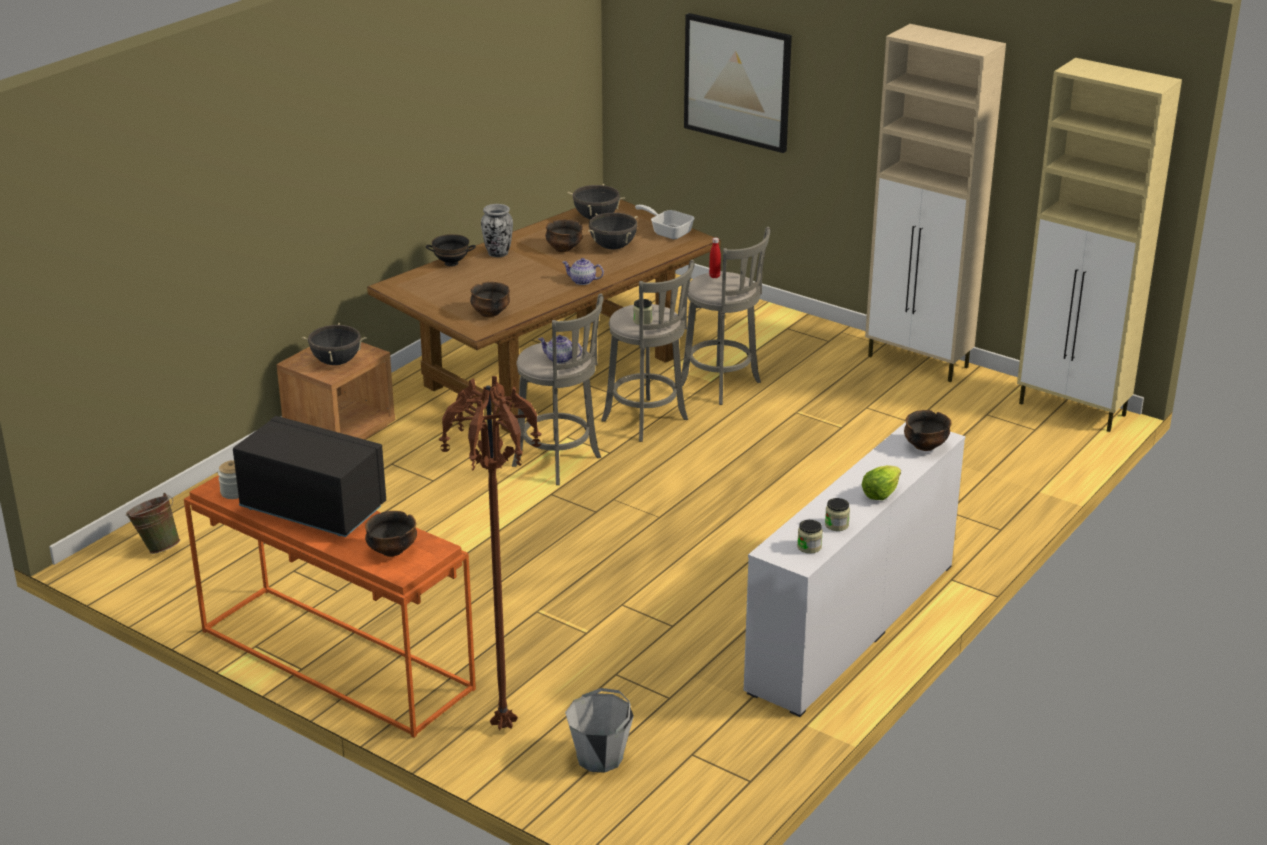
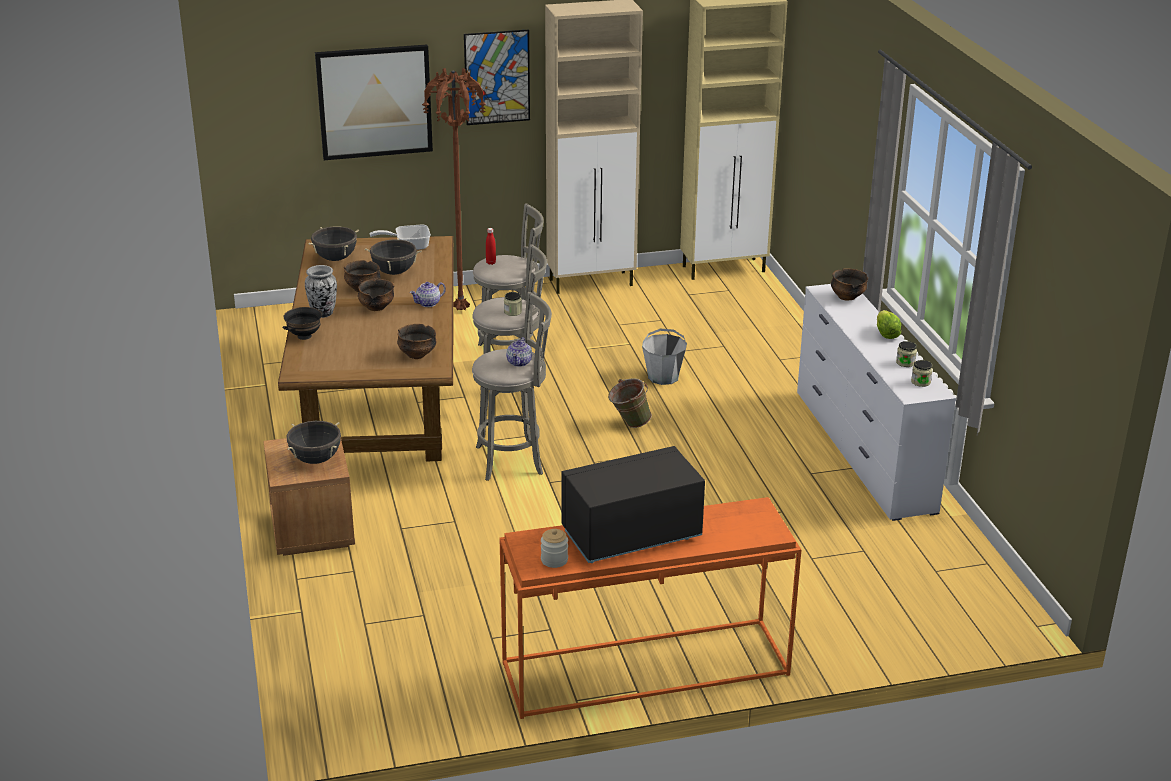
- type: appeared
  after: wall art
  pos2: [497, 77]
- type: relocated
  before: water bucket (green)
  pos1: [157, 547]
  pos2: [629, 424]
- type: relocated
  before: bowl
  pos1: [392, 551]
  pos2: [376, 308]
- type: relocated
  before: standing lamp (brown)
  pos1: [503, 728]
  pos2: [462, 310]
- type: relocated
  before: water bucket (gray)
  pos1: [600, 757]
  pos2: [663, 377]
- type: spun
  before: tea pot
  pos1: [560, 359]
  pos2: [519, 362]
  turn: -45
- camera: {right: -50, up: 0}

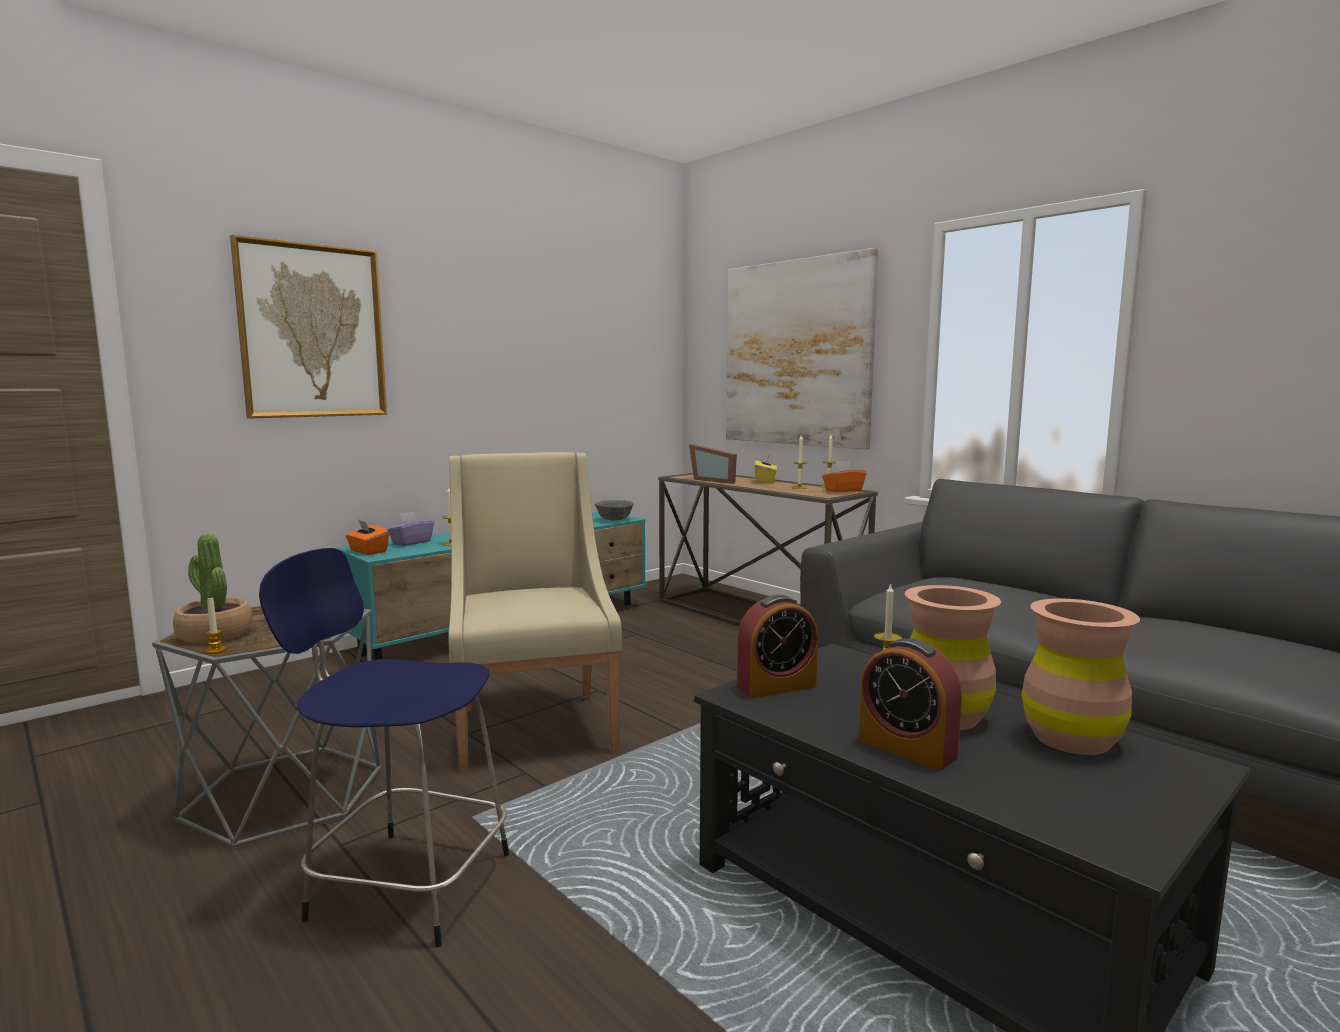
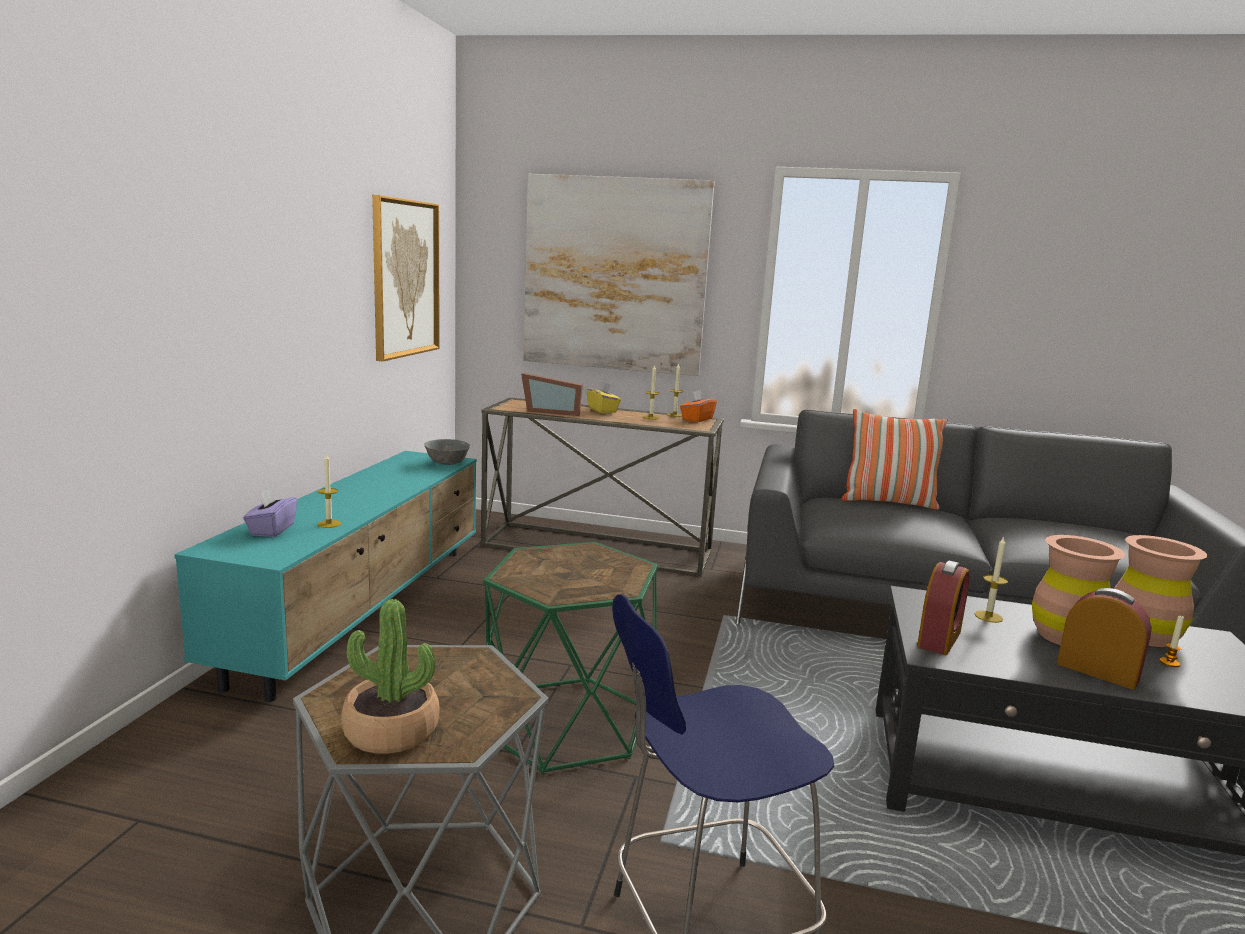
- type: missing
  before: tissue holder (orange-coloured)
  pos1: [368, 551]
- type: appeared
  after: cushion
  pos2: [888, 502]
- type: relocated
  before: wax light
  pos1: [215, 650]
  pos2: [1169, 663]
- type: relocated
  before: wall art
  pos1: [312, 331]
  pos2: [405, 278]
- type: exchanged
  before: lounge chair (beige)
  after: side table (green)
  pos1: [533, 726]
  pos2: [568, 723]
- type: spun
  before: alarm clock
  pos1: [906, 748]
  pos2: [1097, 671]
  turn: -150
- camera: {right: -35, up: 5}

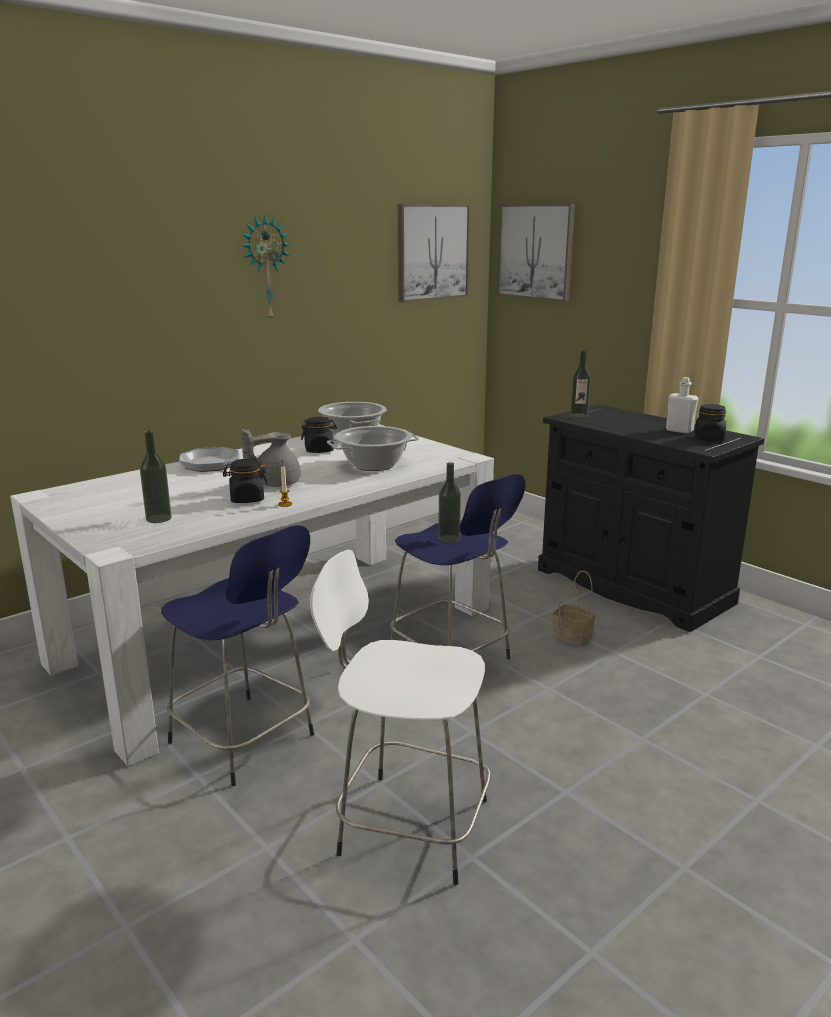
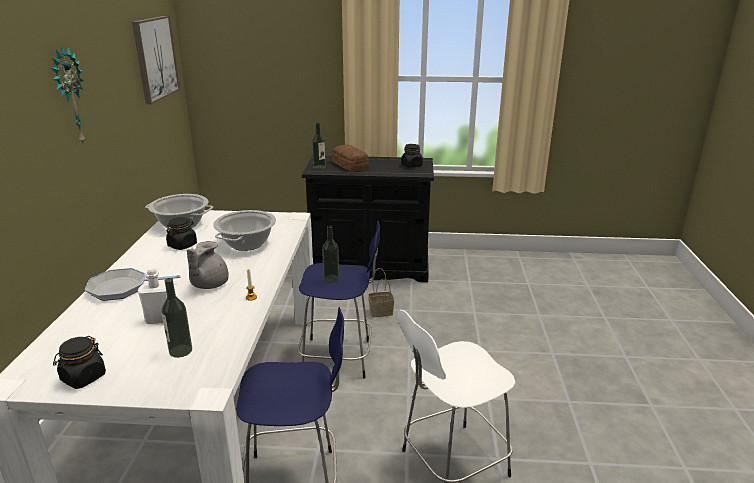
- type: missing
  before: wall art
  pos1: [536, 251]
- type: appeared
  after: bakery bread
  pos2: [349, 165]
- type: relocated
  before: jar (blackish)
  pos1: [247, 499]
  pos2: [83, 378]
- type: relocated
  before: bottle (white-coloured)
  pos1: [679, 430]
  pos2: [160, 319]
- camera: {right: -45, up: 5}

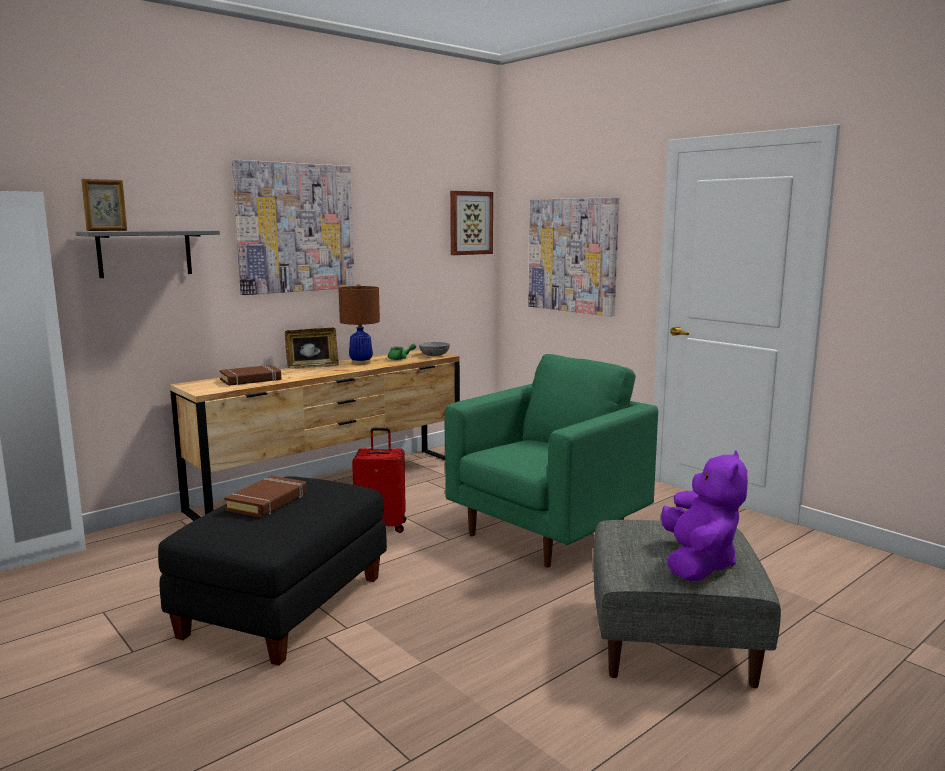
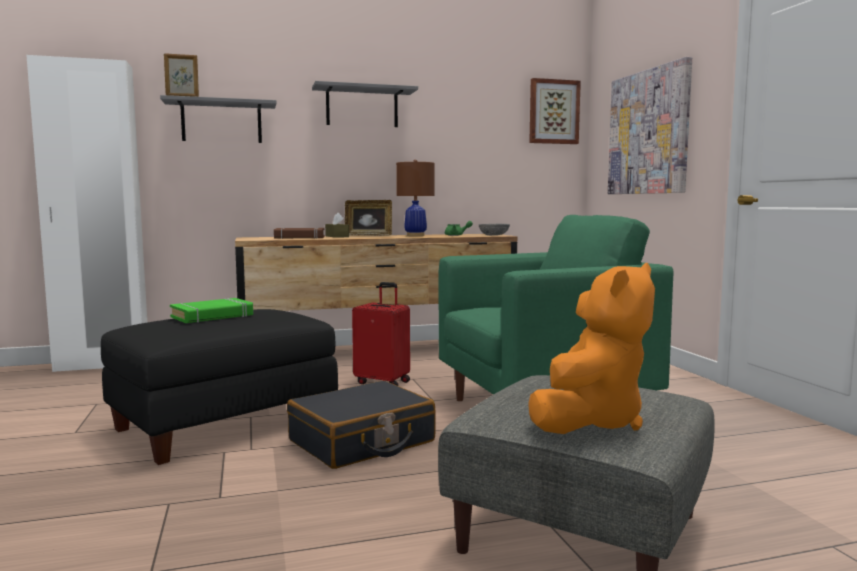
- type: appeared
  after: suitcase (blackish)
  pos2: [362, 442]
- type: appeared
  after: tissue holder (brown)
  pos2: [337, 236]
- type: exchanged
  before: wall art
  after: shelf (gray)
  pos1: [295, 228]
  pos2: [362, 107]
- type: colour
  before: volume (brown)
  after: volume (green)
  pos1: [267, 502]
  pos2: [212, 316]
- type: colour
  before: soft toy (purple)
  after: soft toy (orange-coloured)
  pos1: [697, 563]
  pos2: [589, 420]
- camera: {right: 25, up: -5}

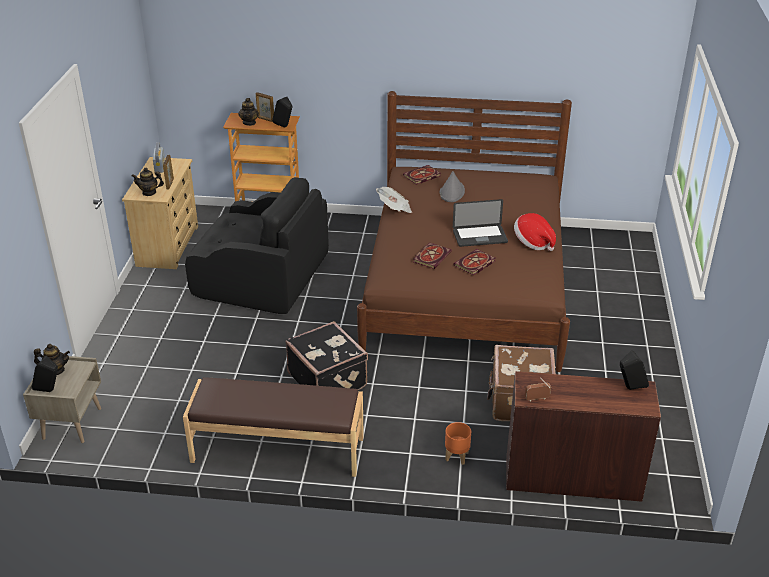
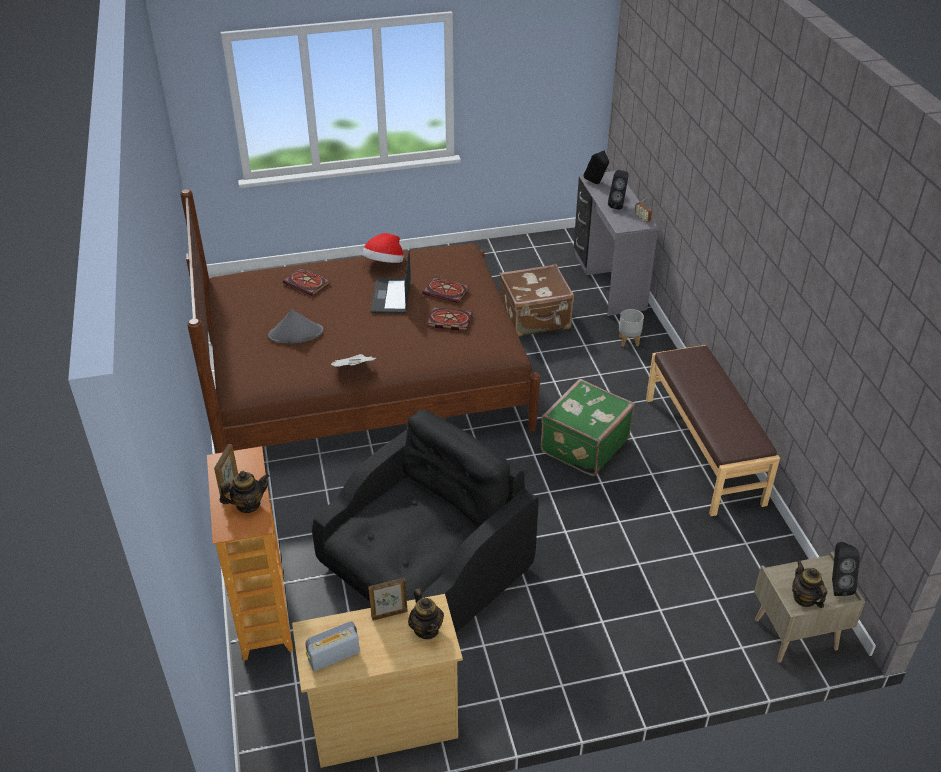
- type: relocated
  before: audio speaker (blackish)
  pos1: [284, 127]
  pos2: [618, 205]
- type: relocated
  before: volume
  pos1: [421, 176]
  pos2: [308, 283]
- type: colour
  before: suitcase (blackish)
  after: suitcase (green)
  pos1: [328, 379]
  pos2: [583, 445]
- type: colour
  before: flower pot (orange-coloured)
  after: flower pot (gray)
  pos1: [457, 456]
  pos2: [628, 340]
- type: colour
  before: desk (brown)
  after: desk (gray)
  pos1: [572, 476]
  pos2: [607, 282]
- type: spun
  before: lounge chair (blackish)
  pos1: [259, 278]
  pos2: [424, 570]
  turn: 45
- type: spun
  before: laptop
  pos1: [480, 237]
  pos2: [391, 297]
  turn: -150
- camera: {right: -110, up: 5}

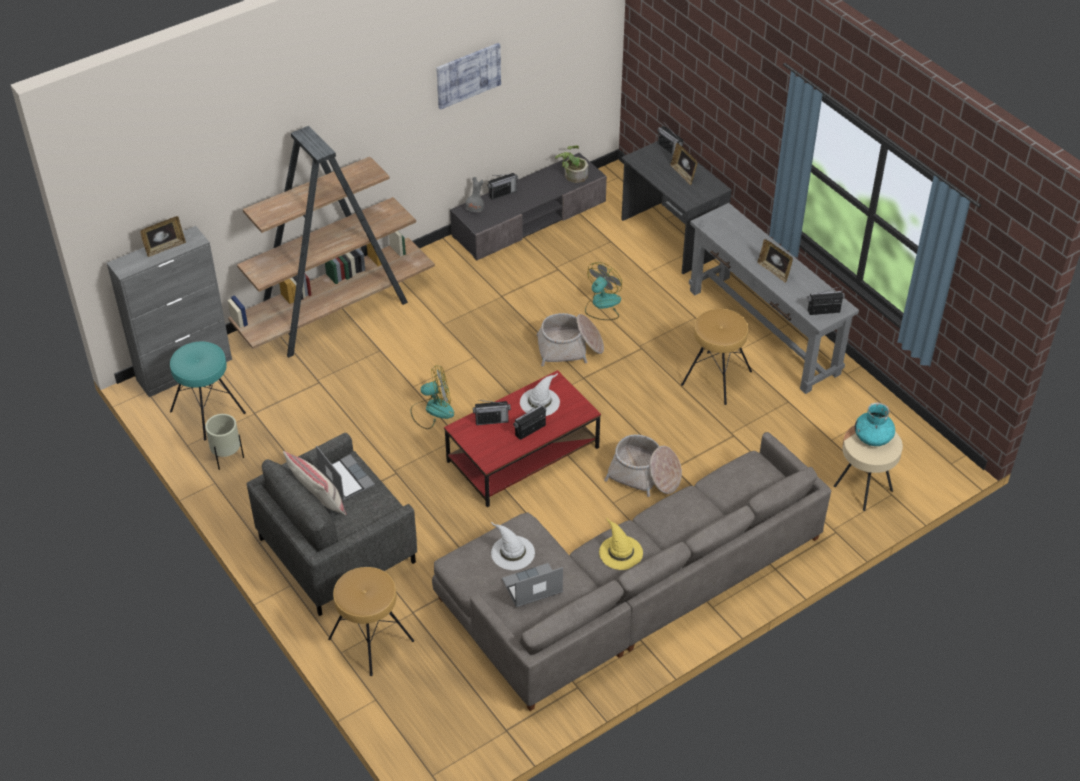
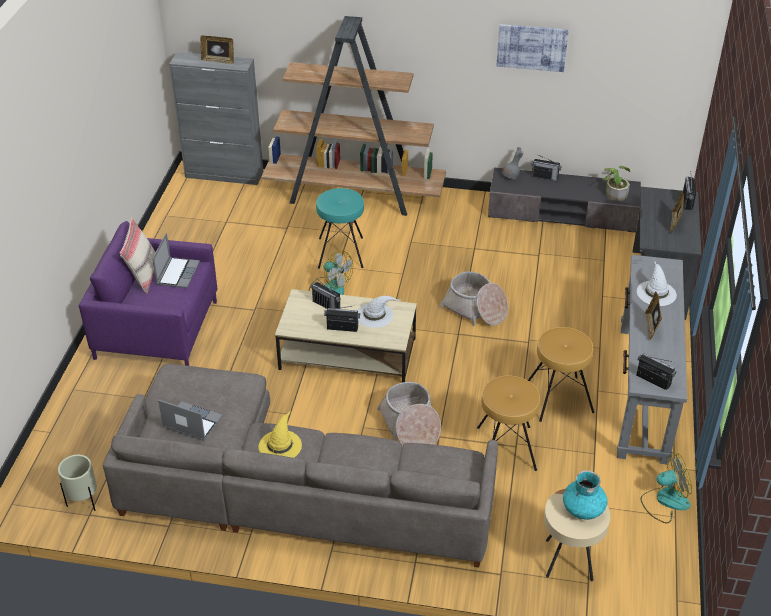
- type: relocated
  before: stool seat (turquoise-coloured)
  pos1: [208, 411]
  pos2: [341, 252]
- type: relocated
  before: flower pot (beige)
  pos1: [227, 458]
  pos2: [83, 502]
- type: relocated
  before: stool seat (brown)
  pos1: [370, 640]
  pos2: [505, 448]
- type: relocated
  before: wearable hat (white-coloured)
  pos1: [512, 552]
  pos2: [656, 292]
- type: relocated
  before: cooling fan
  pos1: [602, 305]
  pos2: [664, 501]
- type: colour
  before: lounge chair (gray)
  after: lounge chair (purple)
  pos1: [336, 550]
  pos2: [157, 329]
- type: colour
  before: coffee table (reddish)
  after: coffee table (beige)
  pos1: [522, 455]
  pos2: [346, 354]
- camera: {right: 45, up: -5}

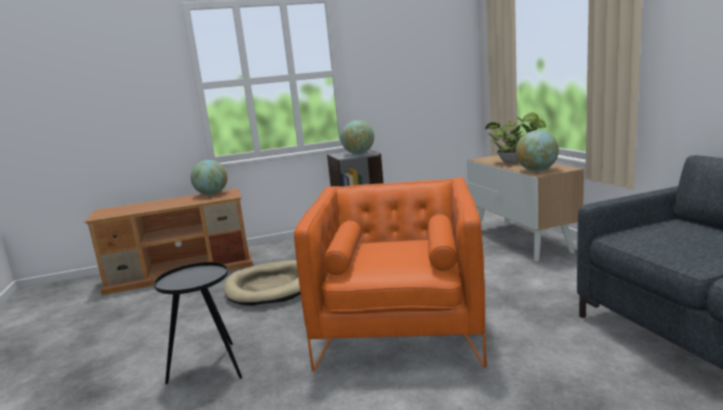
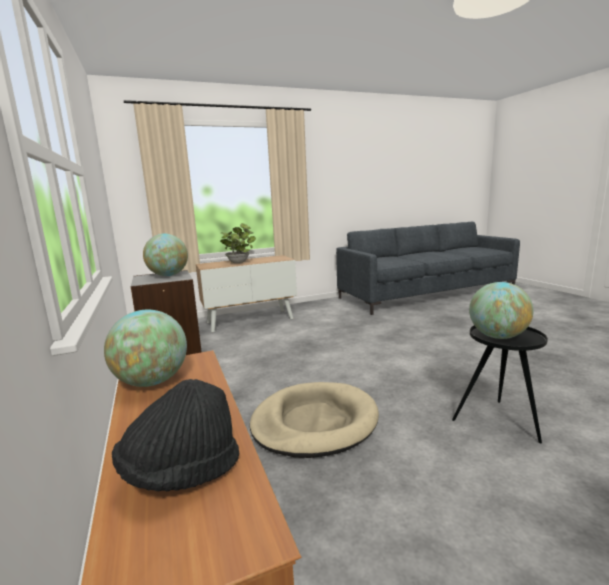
- type: missing
  before: lounge chair (orange-coloured)
  pos1: [400, 327]
- type: appeared
  after: wearable hat (blackish)
  pos2: [182, 471]
- type: relocated
  before: desk globe
  pos1: [537, 170]
  pos2: [497, 336]
- camera: {right: -95, up: 0}

